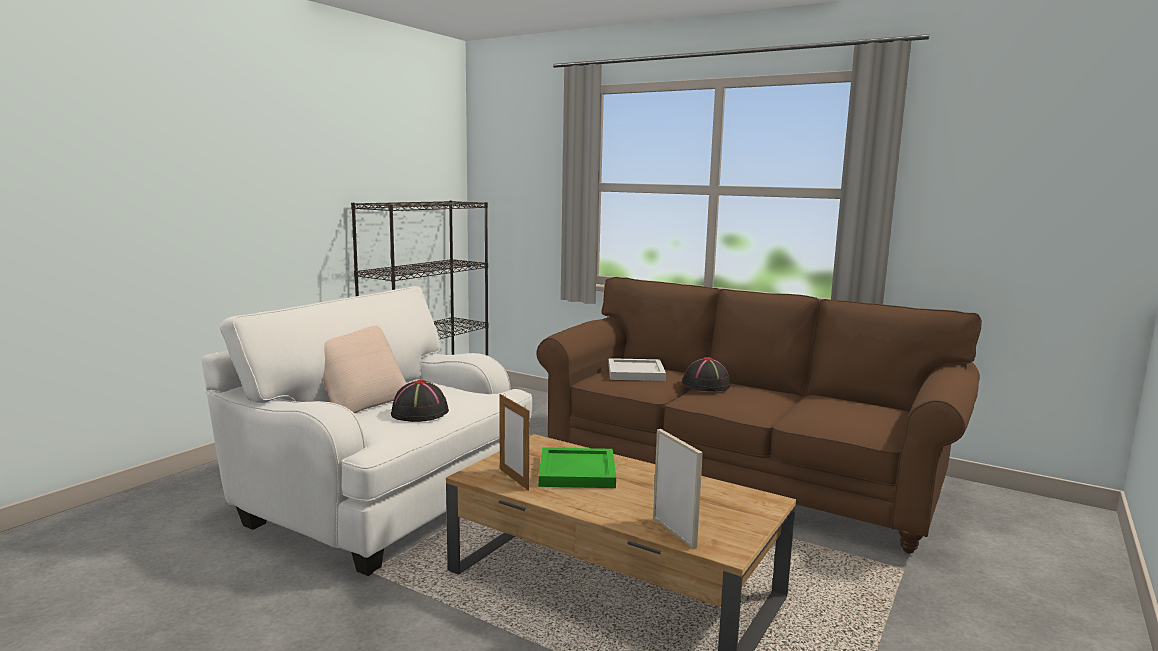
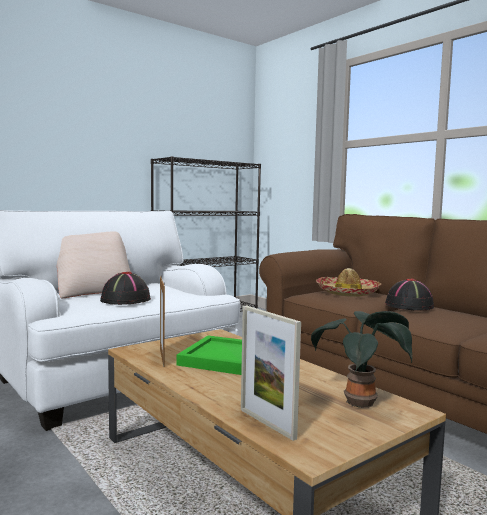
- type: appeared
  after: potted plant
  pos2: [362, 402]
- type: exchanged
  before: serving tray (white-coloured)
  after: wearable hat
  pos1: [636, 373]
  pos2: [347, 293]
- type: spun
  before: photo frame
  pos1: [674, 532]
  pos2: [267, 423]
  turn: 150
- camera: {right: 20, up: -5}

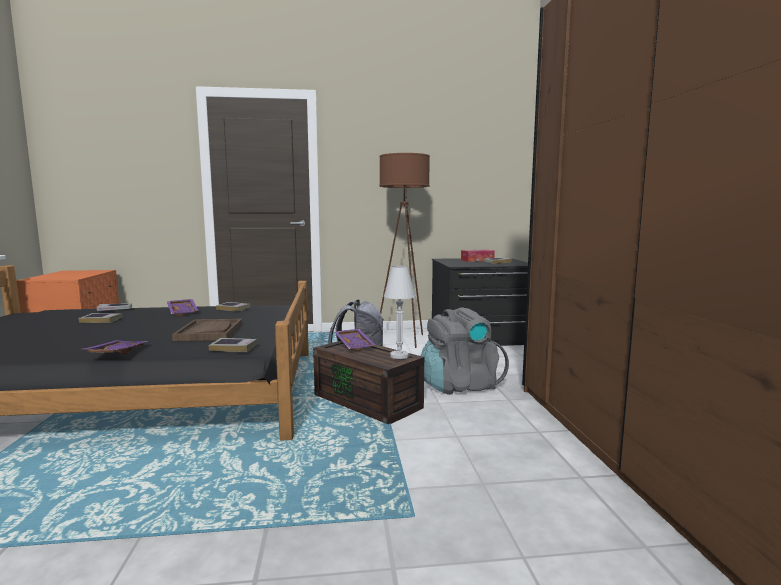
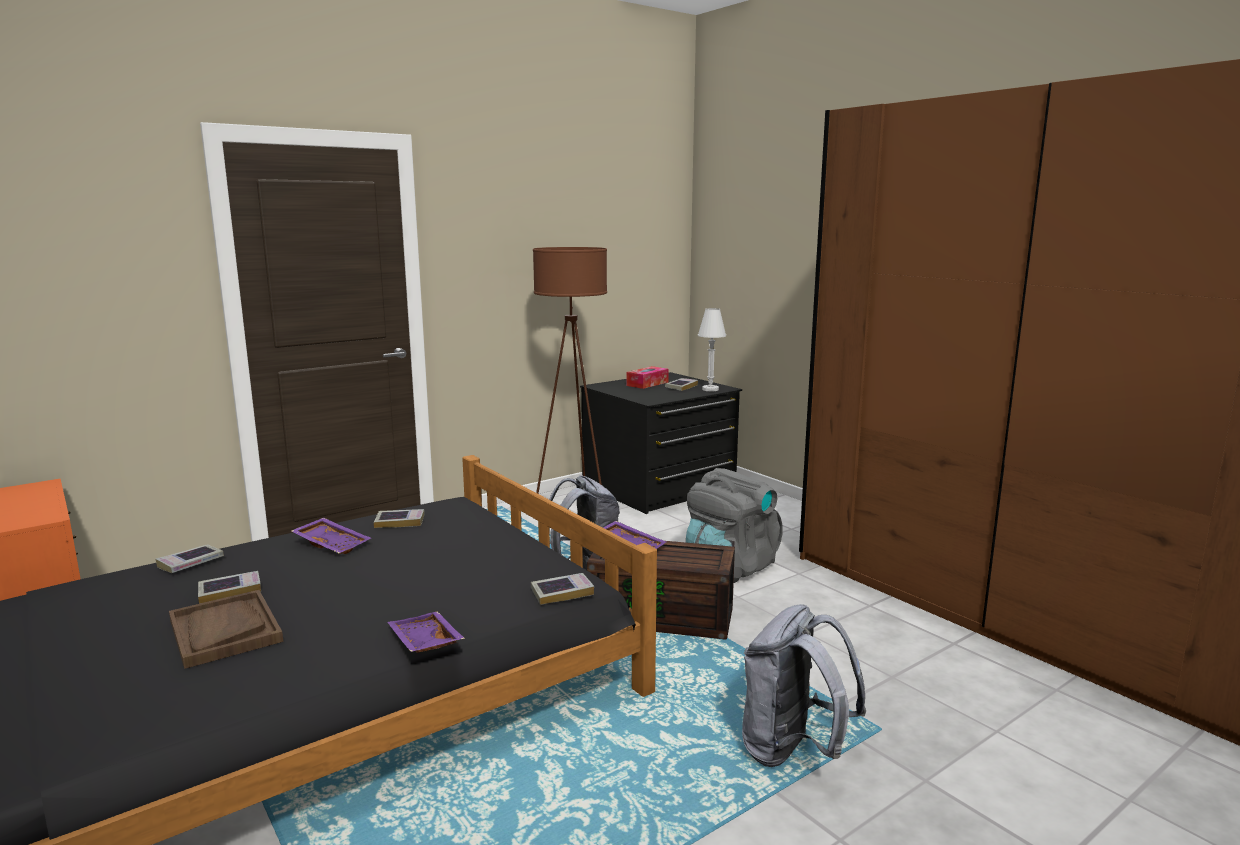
- type: appeared
  after: backpack (gray)
  pos2: [793, 752]
- type: relocated
  before: serving tray (brown)
  pos1: [209, 332]
  pos2: [225, 631]
- type: relocated
  before: tabletop lamp (white-coloured)
  pos1: [399, 356]
  pos2: [710, 389]
- camera: {right: -30, up: 5}

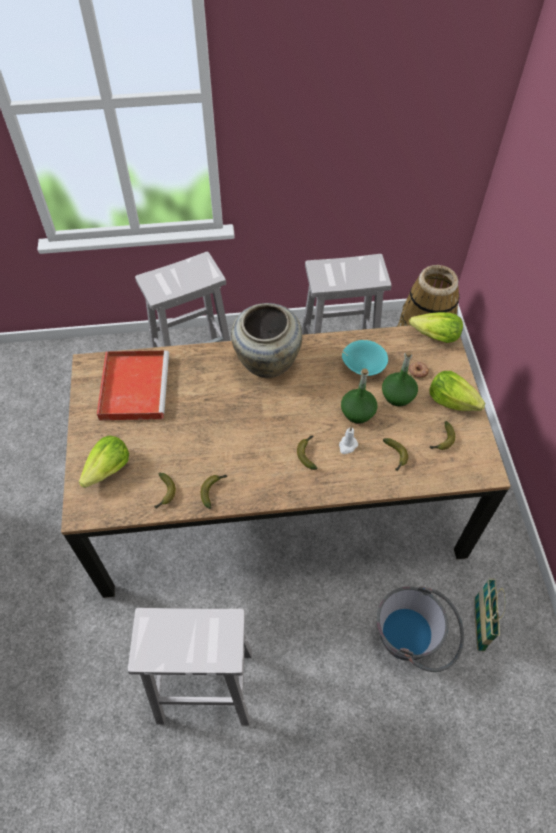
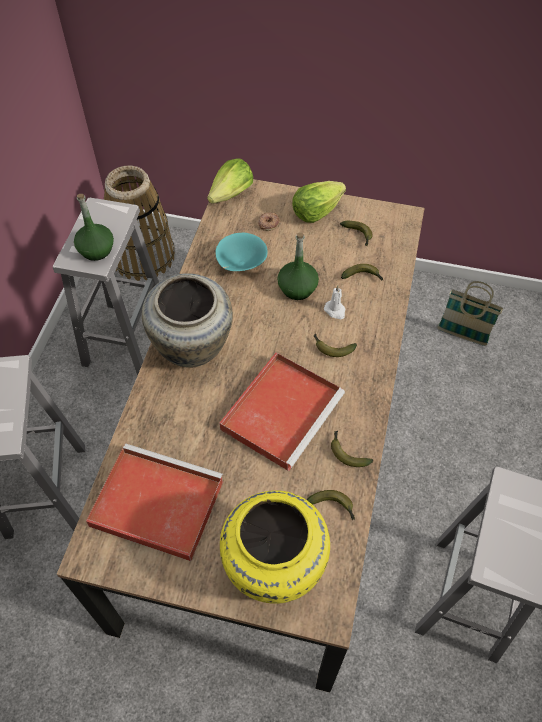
- type: missing
  before: water bucket (gray)
  pos1: [413, 641]
- type: appeared
  after: serving tray (reddish)
  pos2: [282, 410]
- type: relocated
  before: bottle (green)
  pos1: [398, 395]
  pos2: [96, 250]
- type: exchanged
  before: lettuce
  after: flower vase (yellow-coloured)
  pos1: [108, 469]
  pos2: [274, 565]
- camera: {right: -70, up: 0}

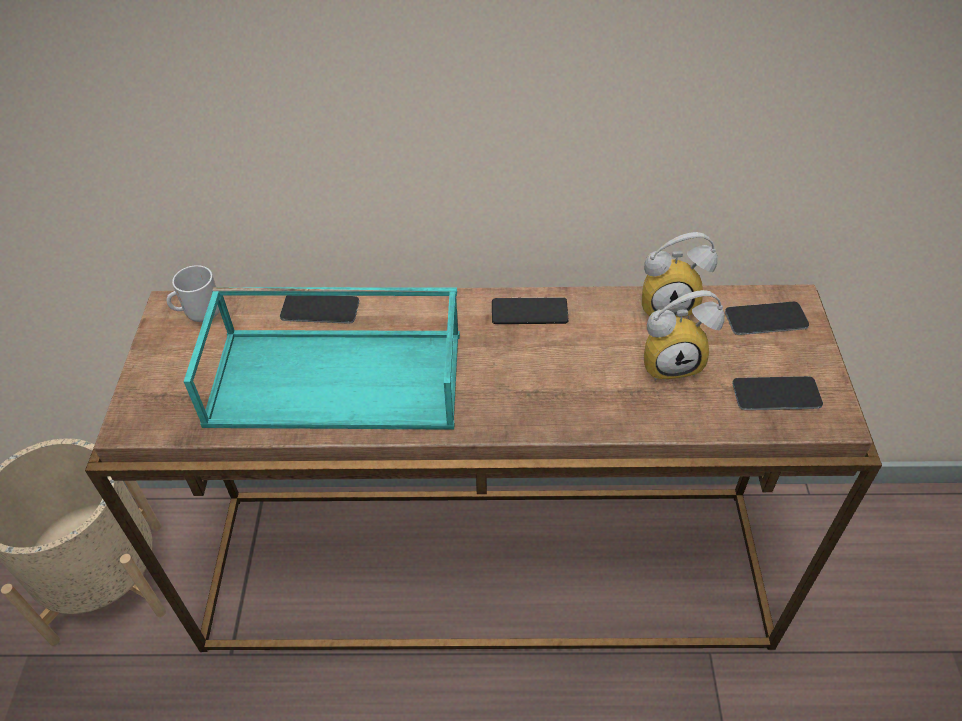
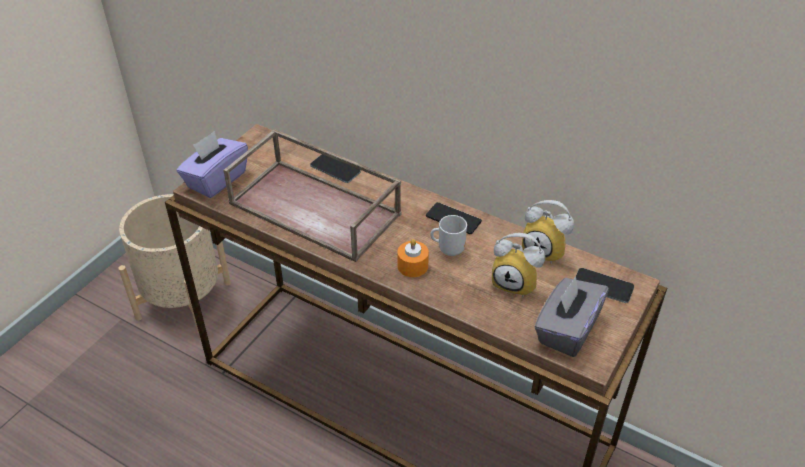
- type: appeared
  after: tissue holder (purple)
  pos2: [216, 180]
- type: appeared
  after: wax light (orange-coloured)
  pos2: [412, 266]
- type: relocated
  before: mug
  pos1: [202, 314]
  pos2: [449, 249]
- type: exchanged
  before: telephone
  after: tissue holder (gray)
  pos1: [776, 394]
  pos2: [566, 330]
- type: colour
  before: serving tray (turquoise-coloured)
  after: serving tray (brown)
  pos1: [339, 377]
  pos2: [317, 208]
- camera: {right: 30, up: -5}

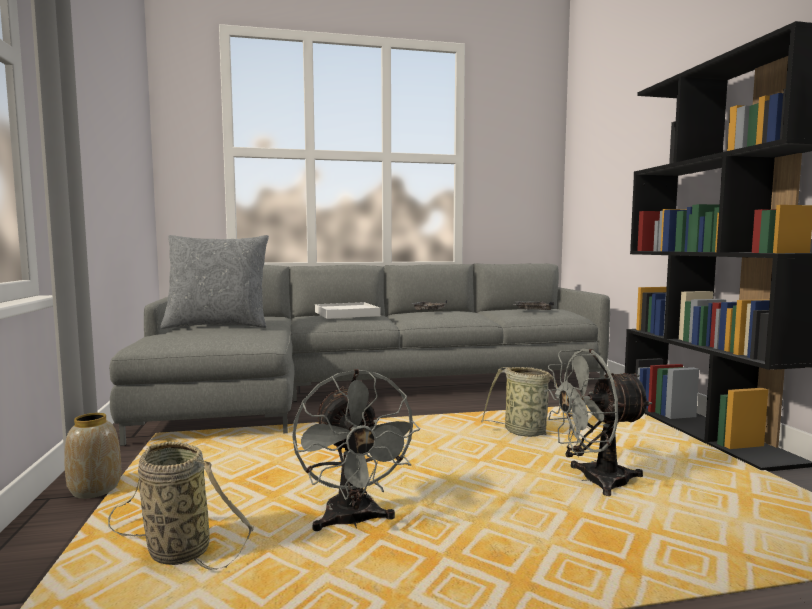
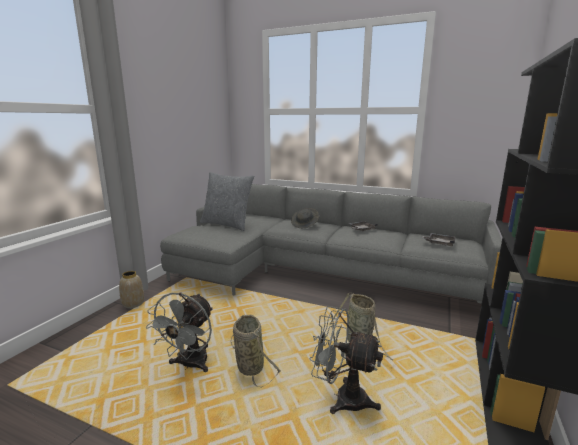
- type: relocated
  before: household basket
  pos1: [175, 550]
  pos2: [249, 366]
- type: exchanged
  before: serving tray (white-coloured)
  after: wearable hat (gray)
  pos1: [347, 314]
  pos2: [305, 225]
- camera: {right: 35, up: 10}

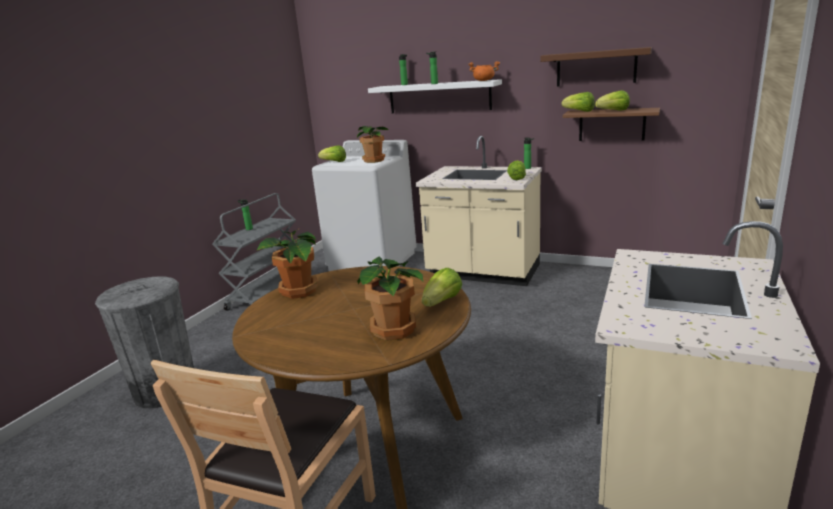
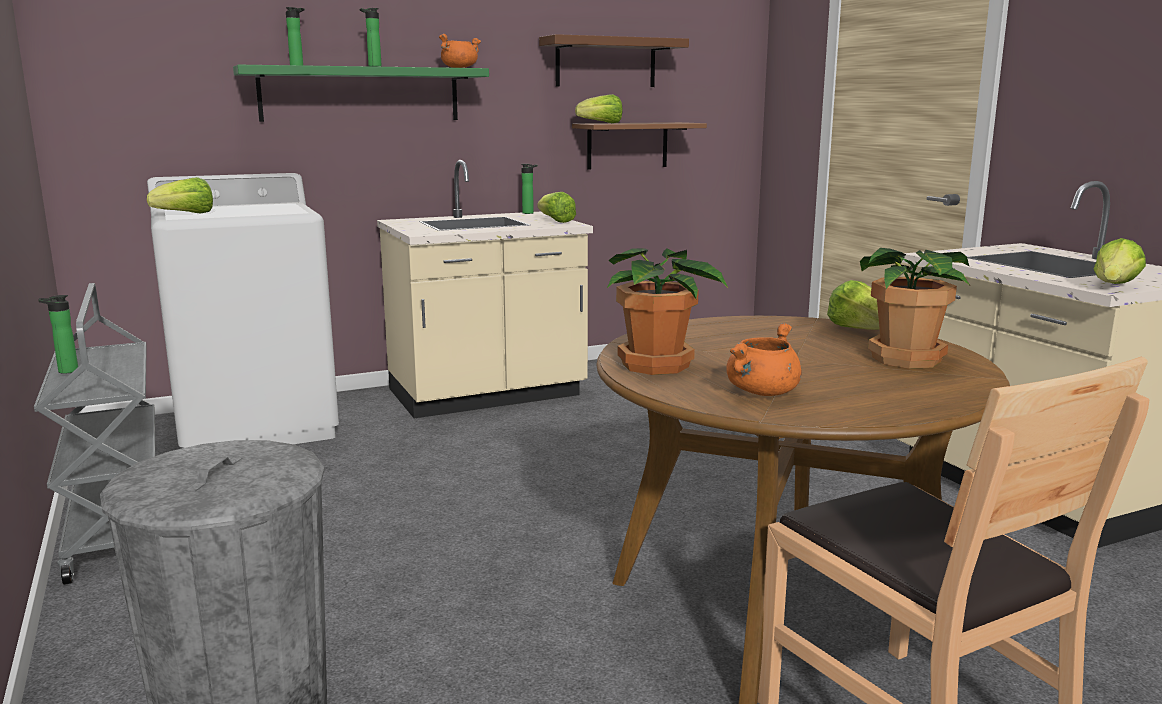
- type: missing
  before: potted plant
  pos1: [374, 160]
- type: appeared
  after: cooking pot (orange-coloured)
  pos2: [762, 392]
- type: relocated
  before: lettuce
  pos1: [613, 111]
  pos2: [1114, 286]
- type: colour
  before: shelf (white-coloured)
  after: shelf (green)
  pos1: [439, 97]
  pos2: [360, 94]
- camera: {right: -50, up: -5}

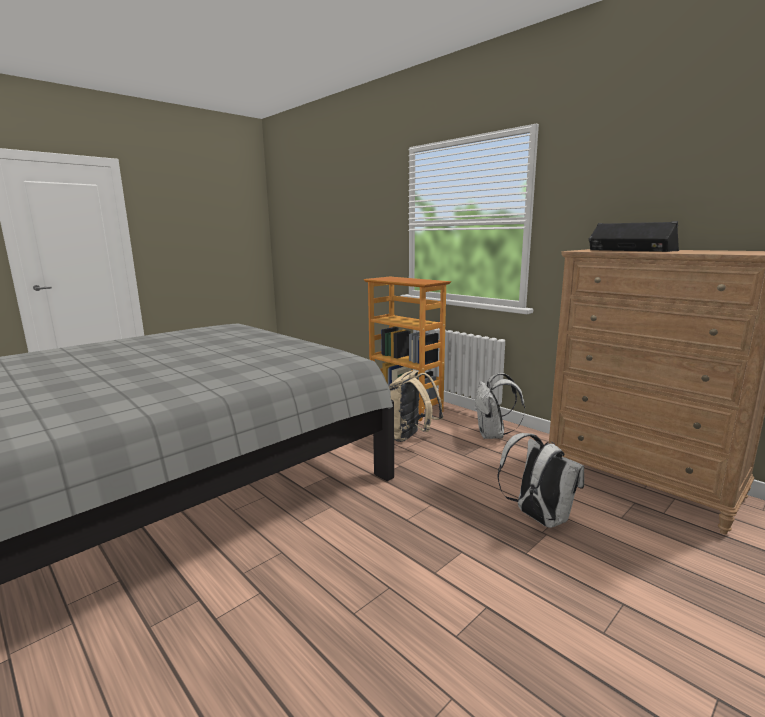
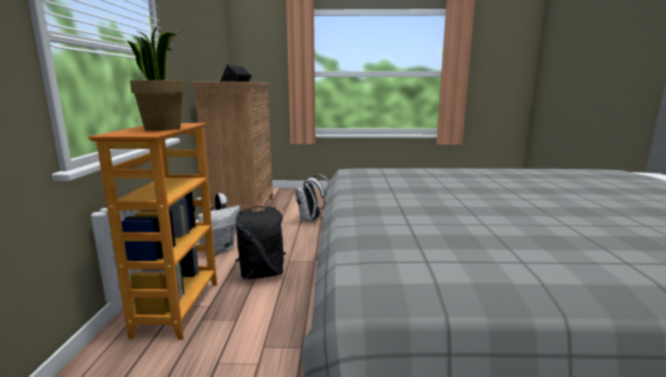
- type: appeared
  after: potted plant
  pos2: [163, 128]
- type: colour
  before: backpack (beige)
  after: backpack (blackish)
  pos1: [411, 437]
  pos2: [262, 273]
- camera: {right: -135, up: 0}

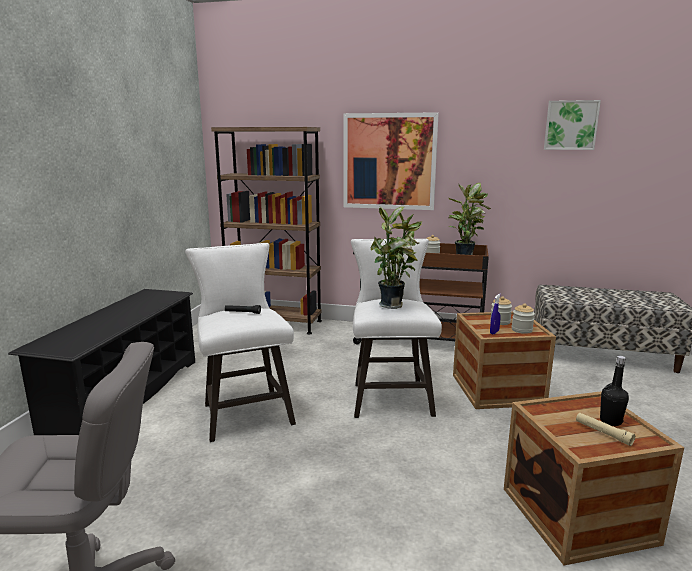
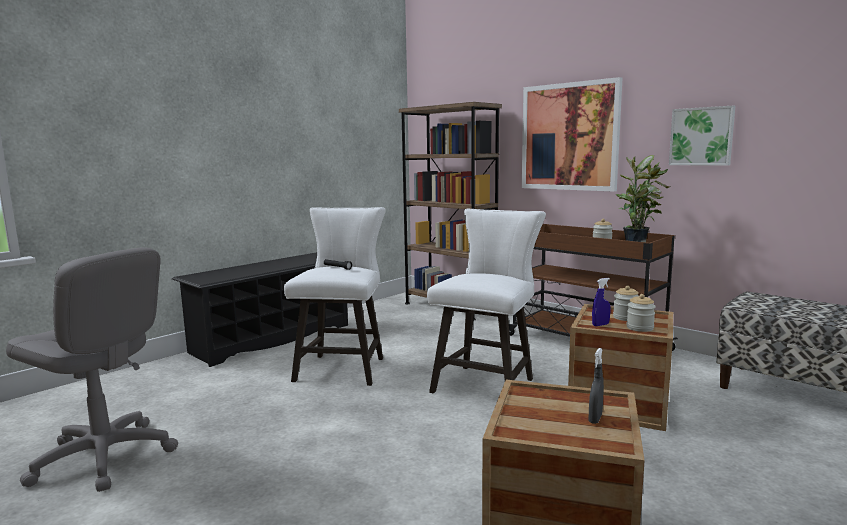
- type: missing
  before: potted plant
  pos1: [393, 305]
- type: missing
  before: hand torch (beige)
  pos1: [603, 433]
- type: relocated
  before: wall art
  pos1: [570, 125]
  pos2: [701, 136]
- type: exchanged
  before: bottle (blackish)
  after: spray bottle (gray)
  pos1: [610, 421]
  pos2: [595, 419]
- camera: {right: 30, up: -5}

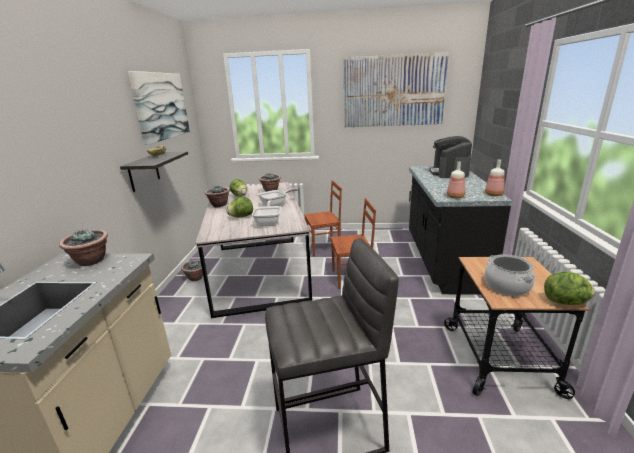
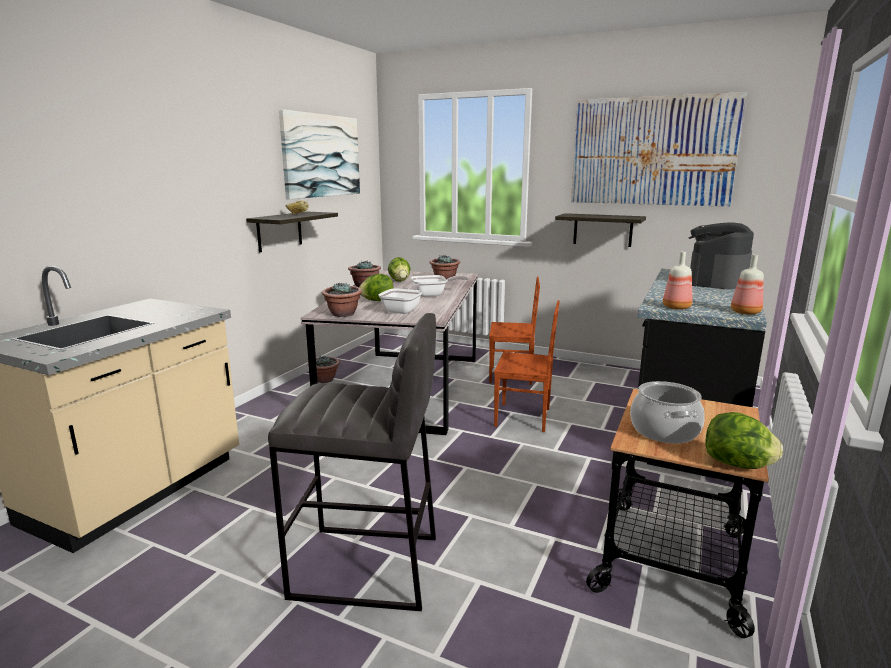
- type: appeared
  after: shelf
  pos2: [602, 230]
- type: relocated
  before: potted plant
  pos1: [91, 261]
  pos2: [343, 314]
- camera: {right: 20, up: -5}

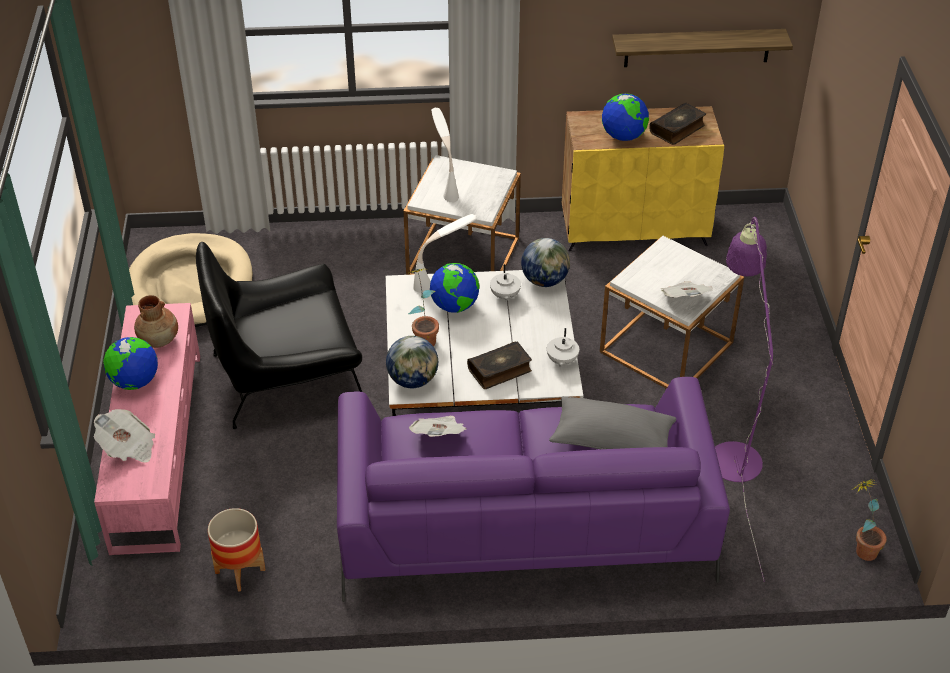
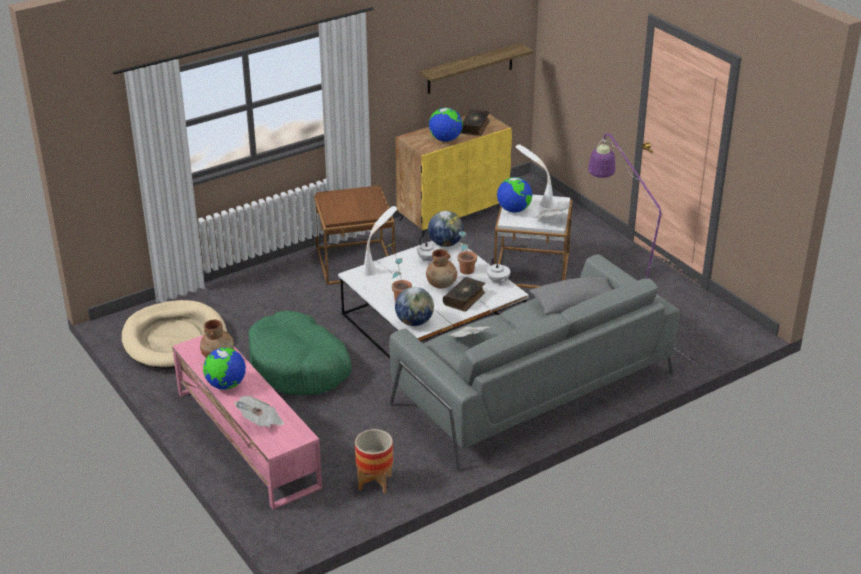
- type: appeared
  after: flower vase (brown)
  pos2: [441, 284]
- type: relocated
  before: desk globe
  pos1: [455, 306]
  pos2: [514, 210]
- type: relocated
  before: tabletop lamp (white-coloured)
  pos1: [444, 183]
  pos2: [533, 199]
- type: relocated
  before: potted plant
  pos1: [861, 547]
  pos2: [462, 269]
- type: exchanged
  before: lounge chair (blackish)
  after: pet bed (green)
  pos1: [286, 377]
  pos2: [299, 367]
- type: colour
  before: settee (purple)
  after: settee (gray)
  pos1: [524, 524]
  pos2: [533, 389]
- type: colour
  before: side table (white-coloured)
  after: side table (brown)
  pos1: [463, 257]
  pos2: [355, 262]
- camera: {right: -30, up: -10}

